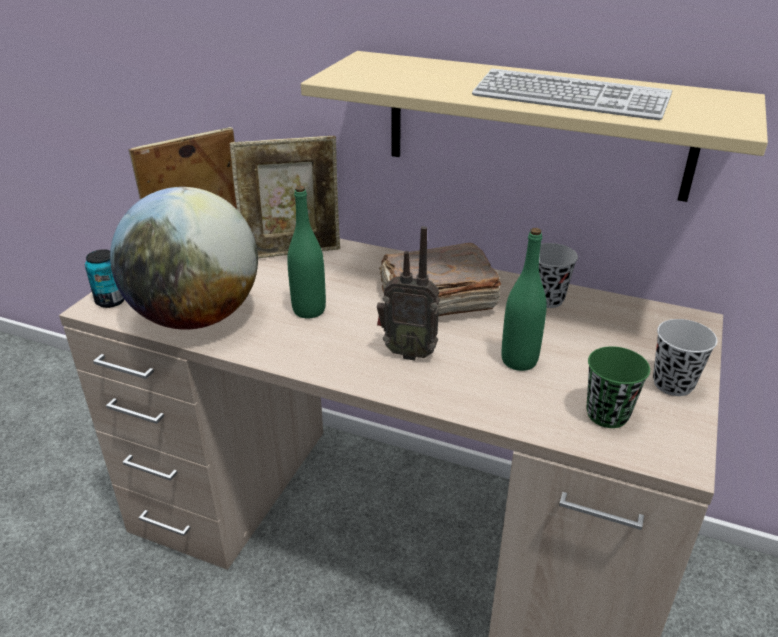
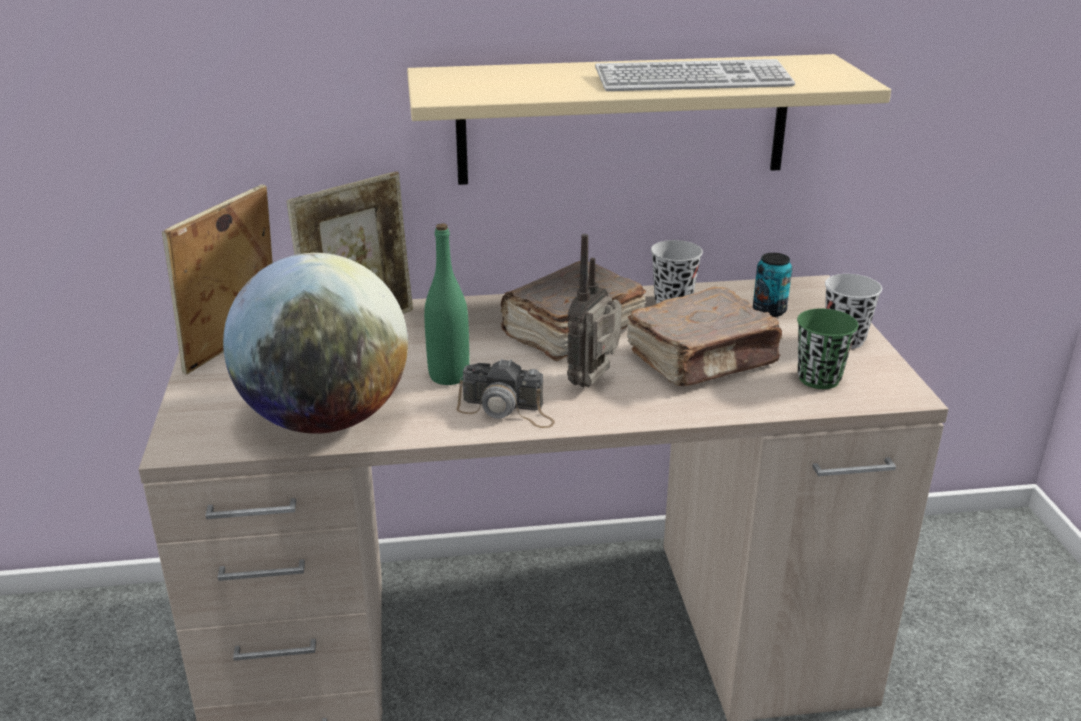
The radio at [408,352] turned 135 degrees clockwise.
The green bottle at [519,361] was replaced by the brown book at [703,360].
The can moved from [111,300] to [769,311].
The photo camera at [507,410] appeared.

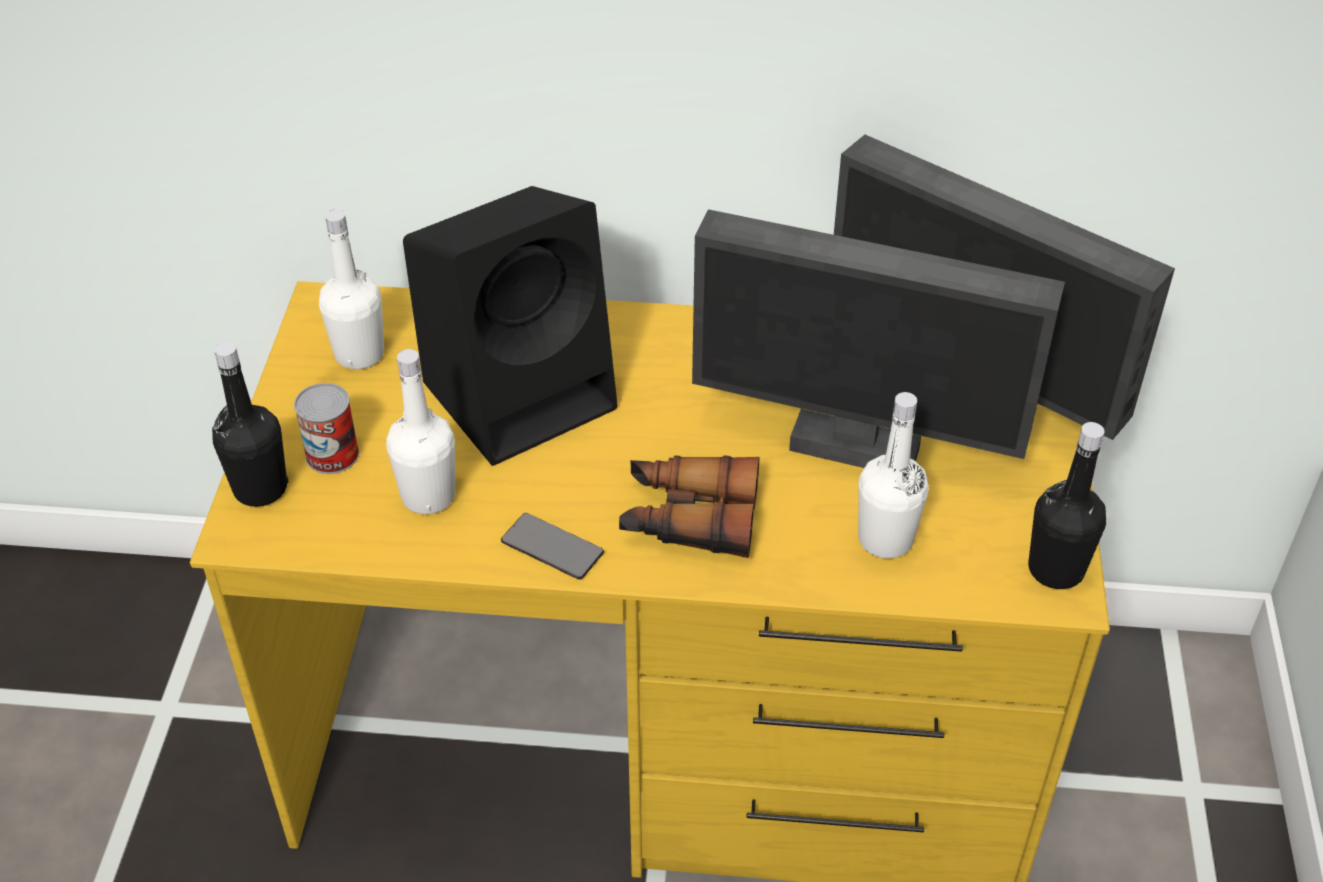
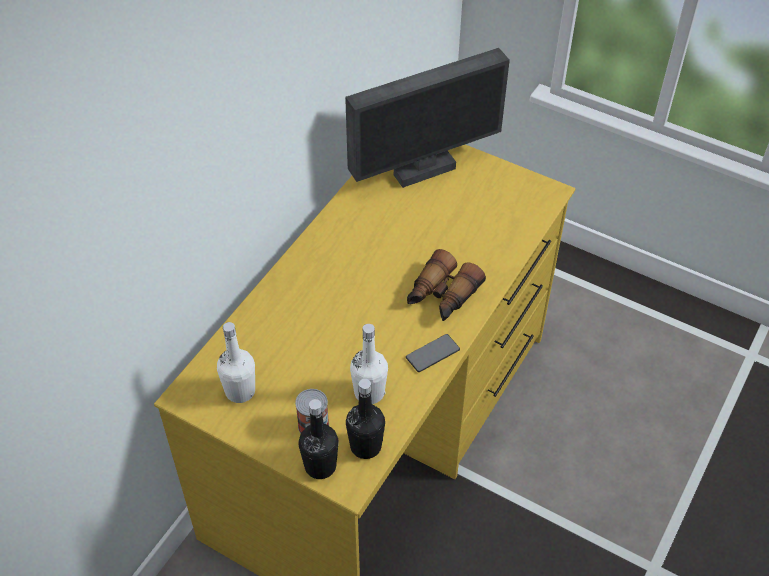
The black speaker at [523,392] disappeared.
The monitor at [855,447] disappeared.
The white bottle at [885,539] disappeared.
The black bottle moved from [1056,569] to [365,446].

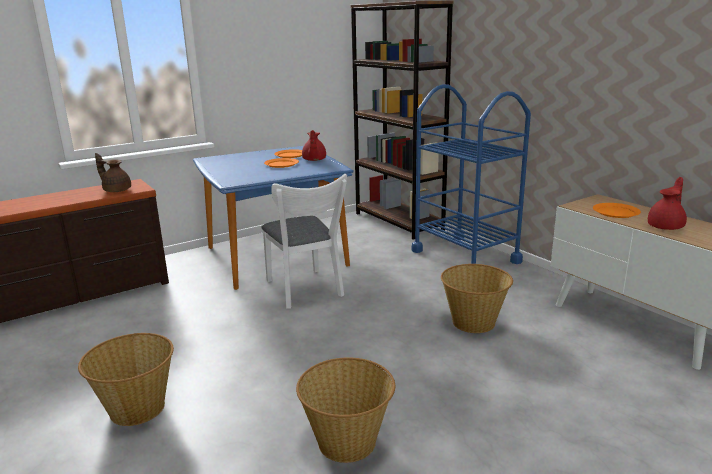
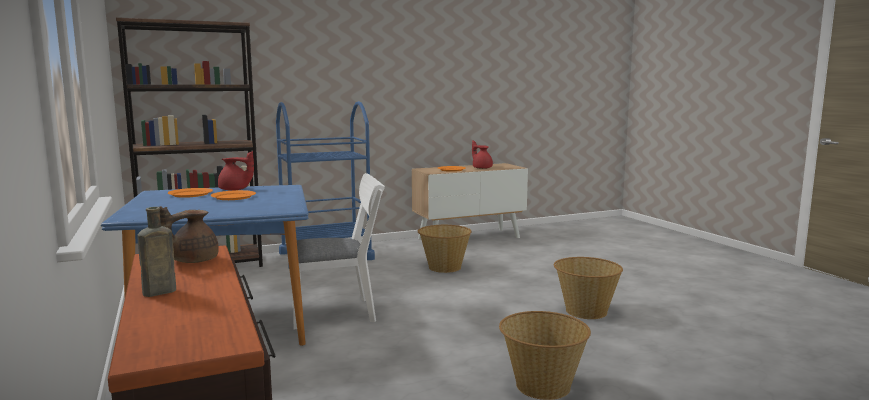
The brown bottle at [157,292] appeared.

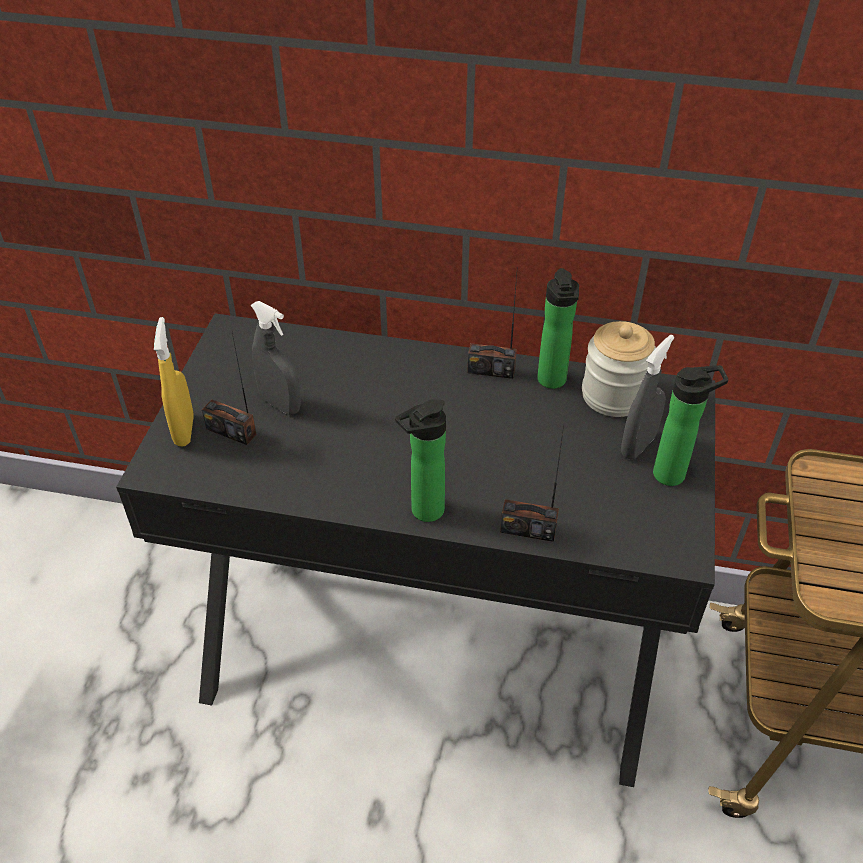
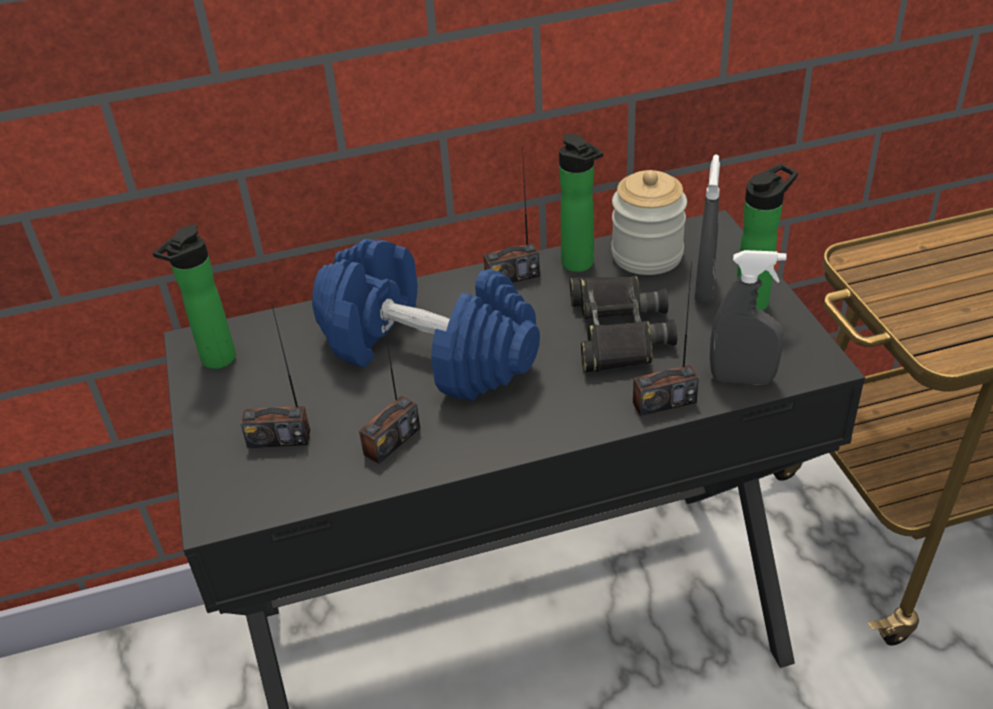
The grey spray bottle moved from [280,404] to [742,379].
The yellow spray bottle at [184,430] disappeared.
The bottle moved from [423,512] to [215,362].
The blue dumbbell at [429,352] appeared.
The black binoculars at [617,332] appeared.
The radio at [391,441] appeared.

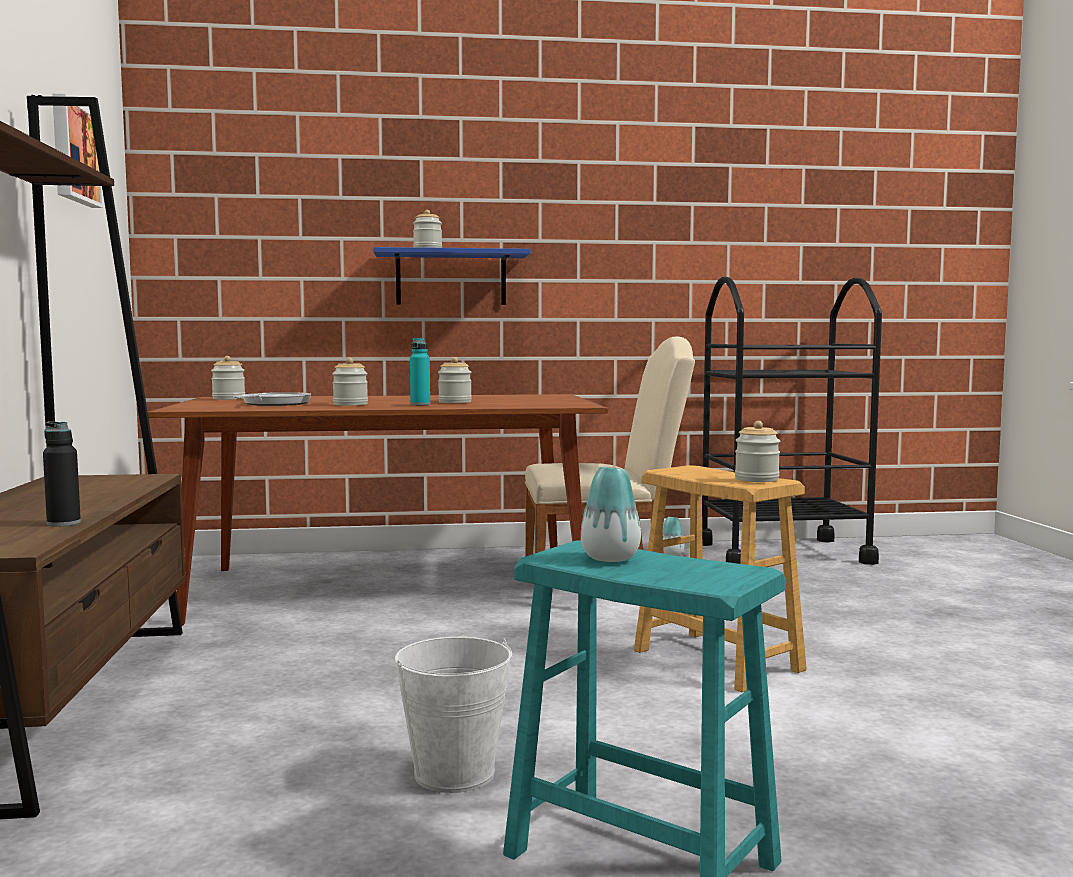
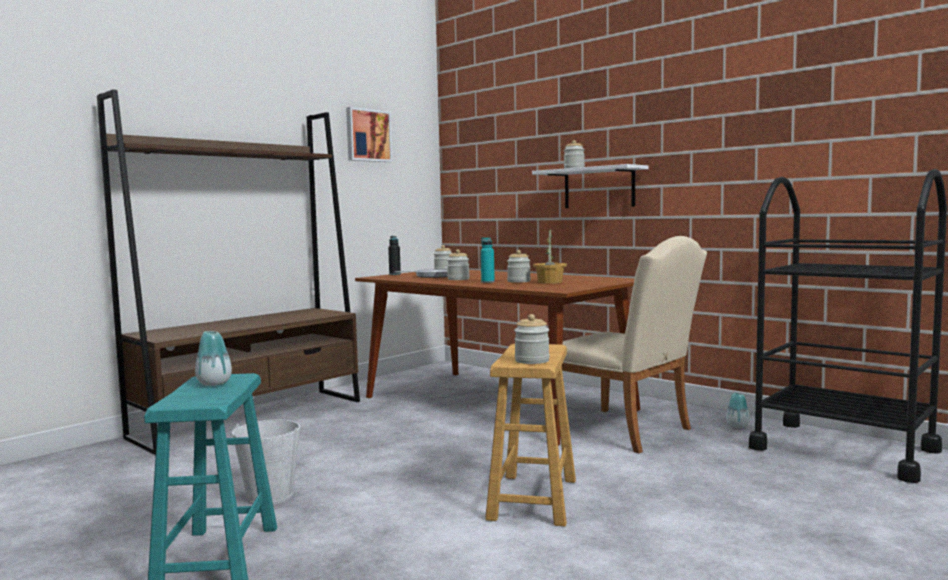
The blue shelf at [451,278] became the white shelf at [599,188].
The black bottle moved from [64,523] to [395,274].
The potted plant at [549,282] appeared.

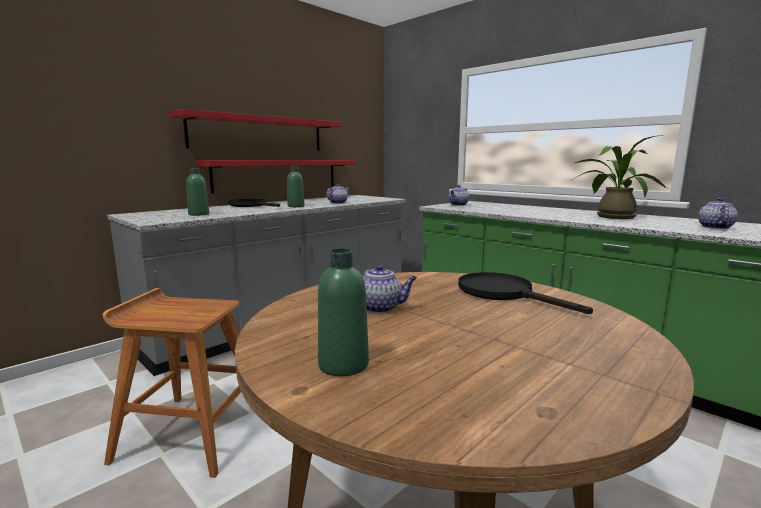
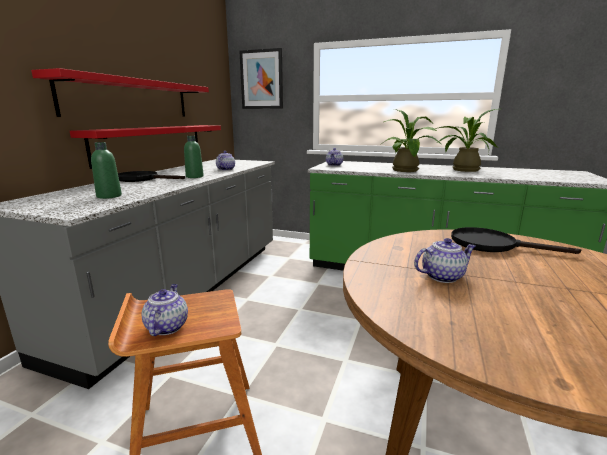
The teapot moved from [714,227] to [167,326].
The green bottle at [343,365] disappeared.
The picture at [261,79] appeared.
The potted plant at [406,171] appeared.

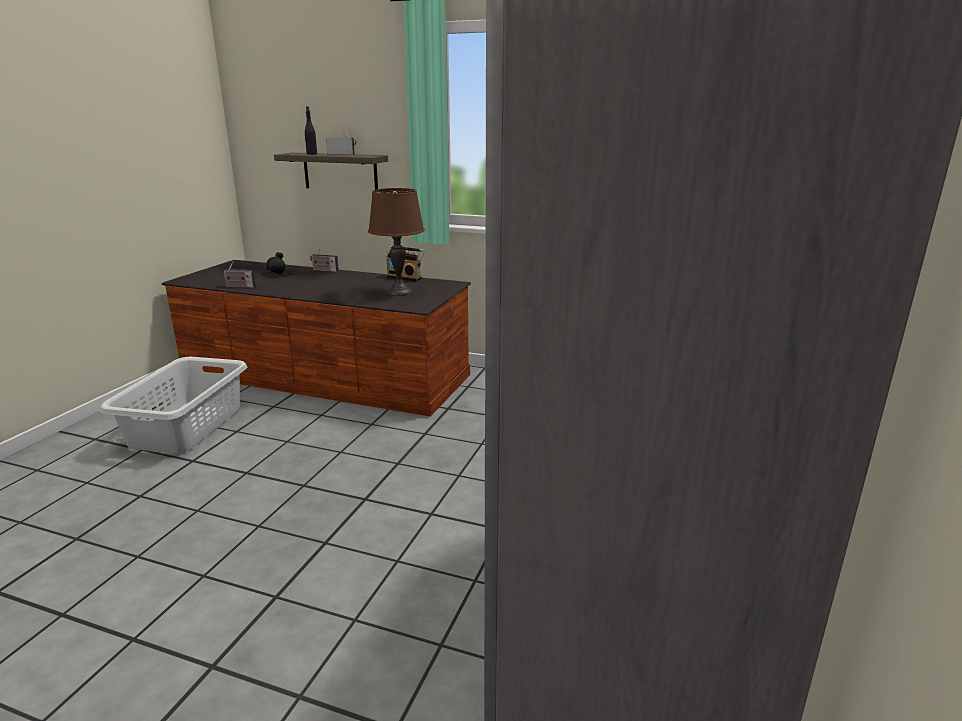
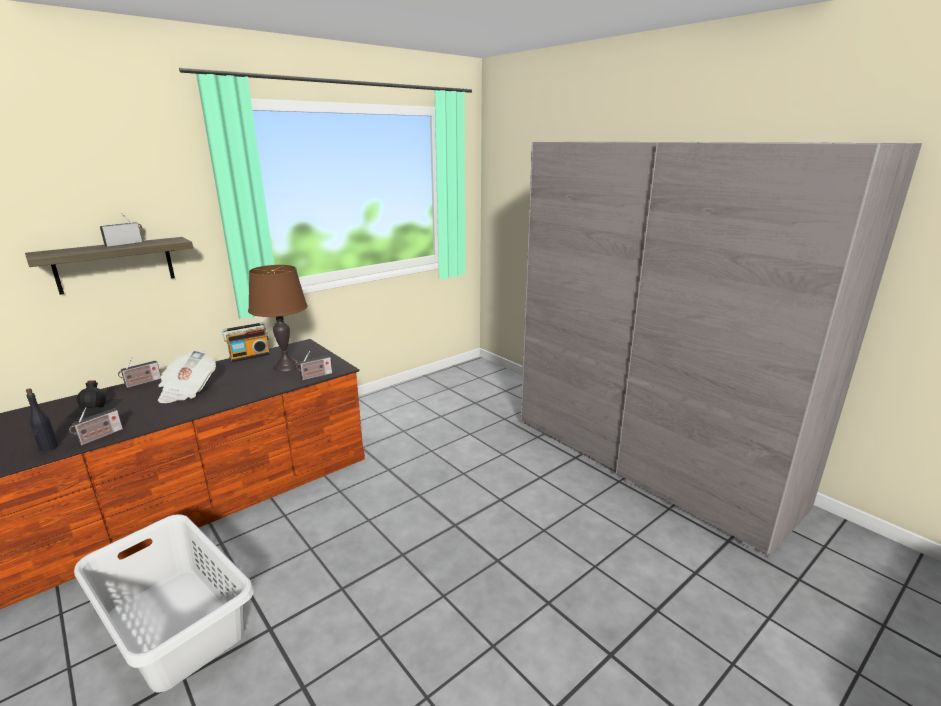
The black bottle moved from [311,154] to [48,448].
The newspaper at [187,391] appeared.
The radio at [315,376] appeared.

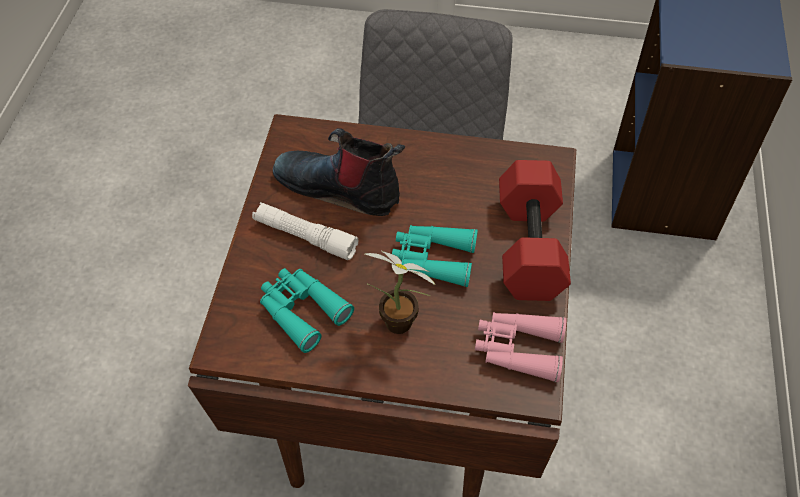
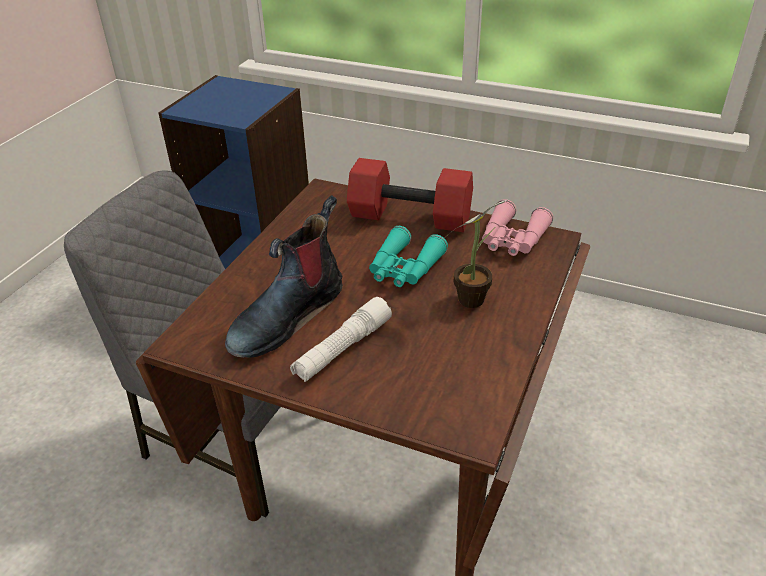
The turquoise binoculars at [301,311] disappeared.

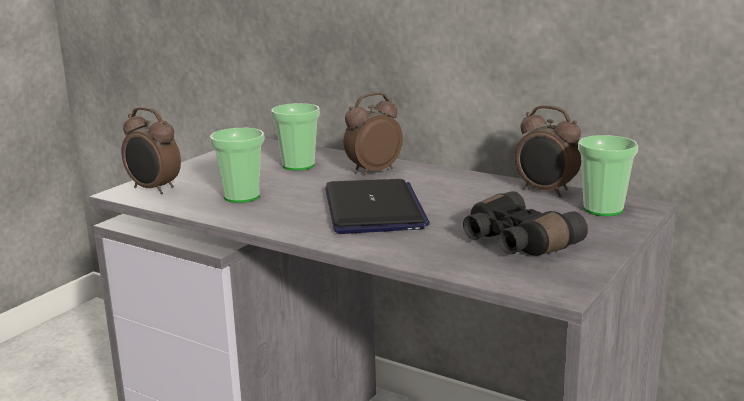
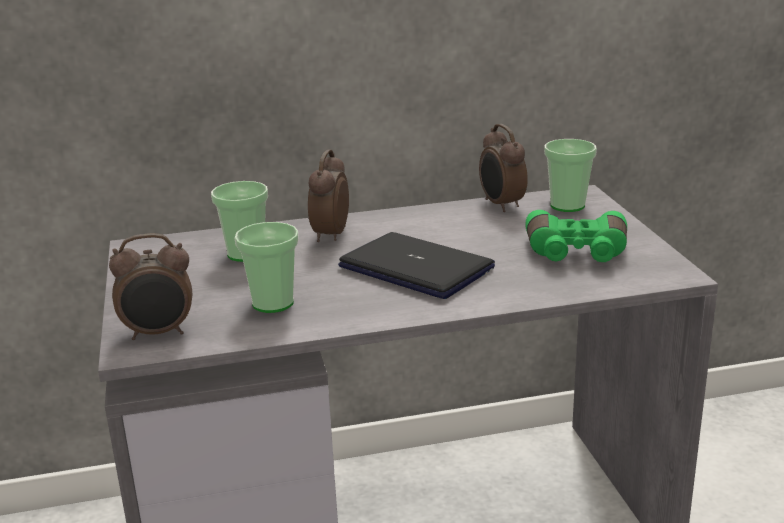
The alarm clock at [545,191] turned 75 degrees clockwise.
The black binoculars at [515,243] became the green binoculars at [576,253].

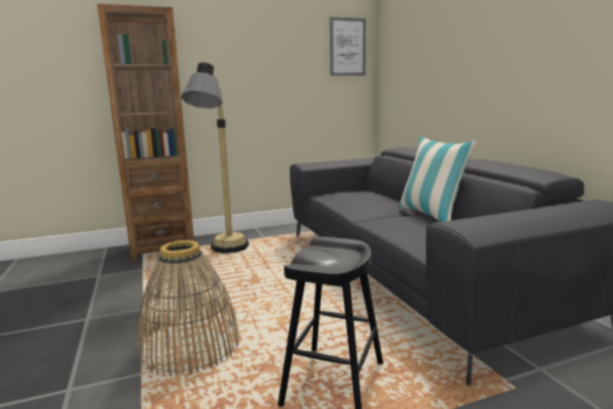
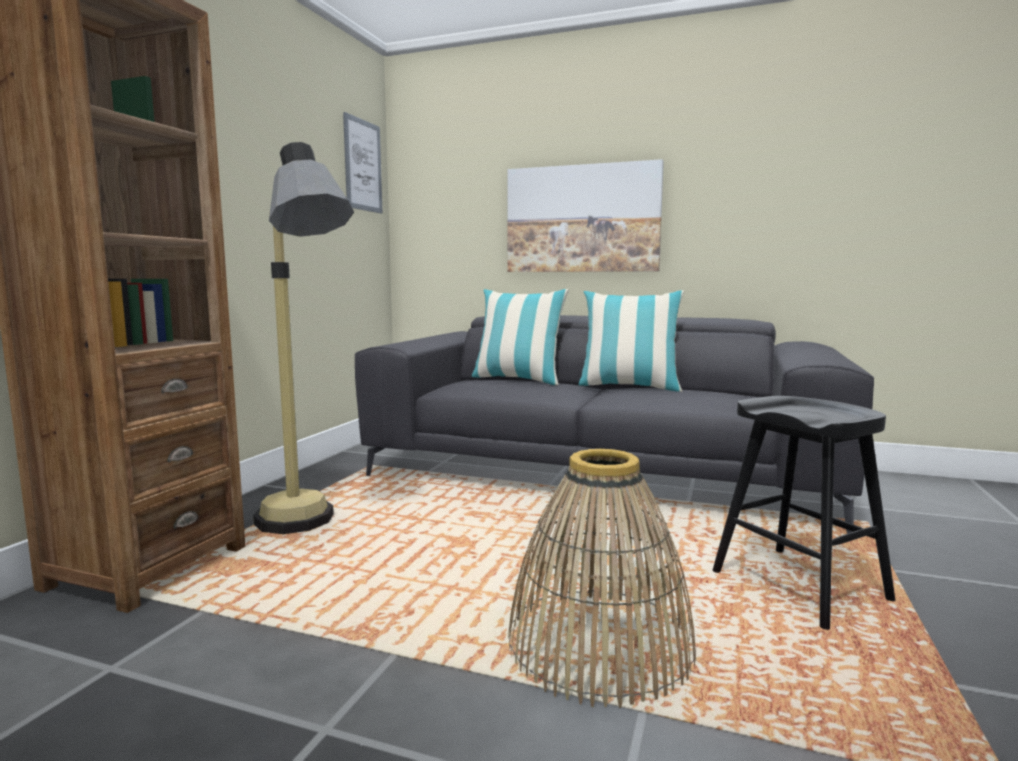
The picture at [582,219] appeared.
The pillow at [518,380] appeared.

